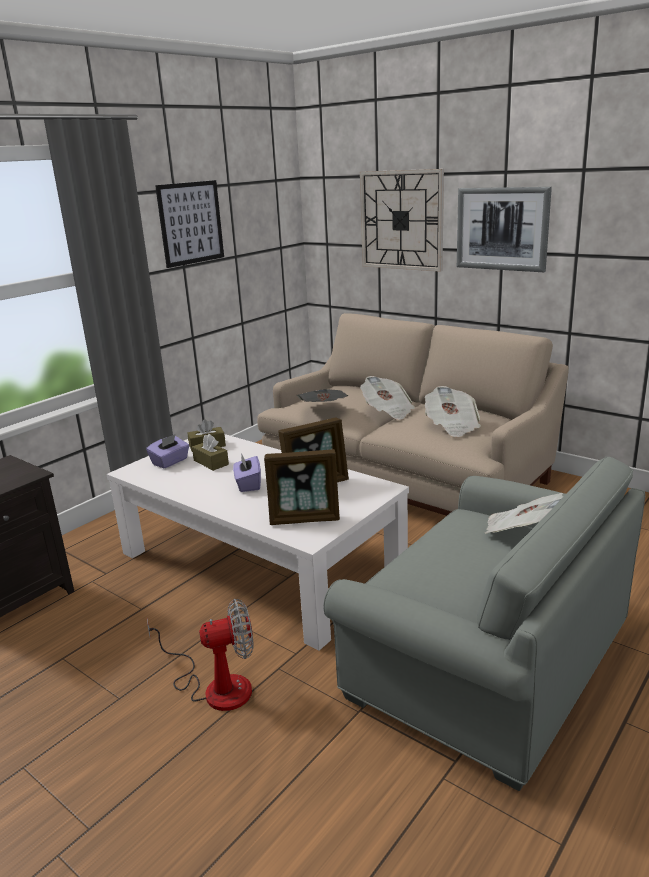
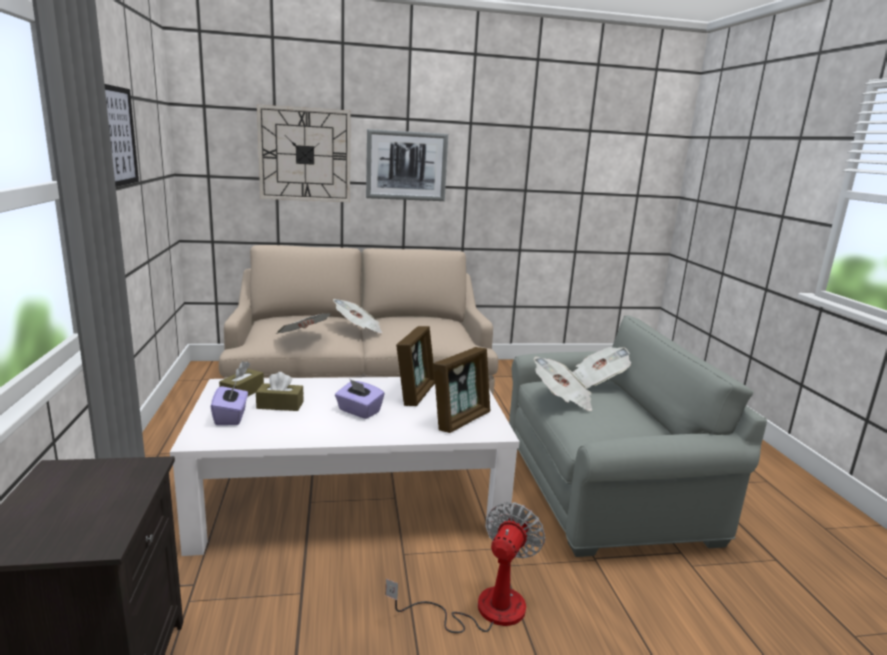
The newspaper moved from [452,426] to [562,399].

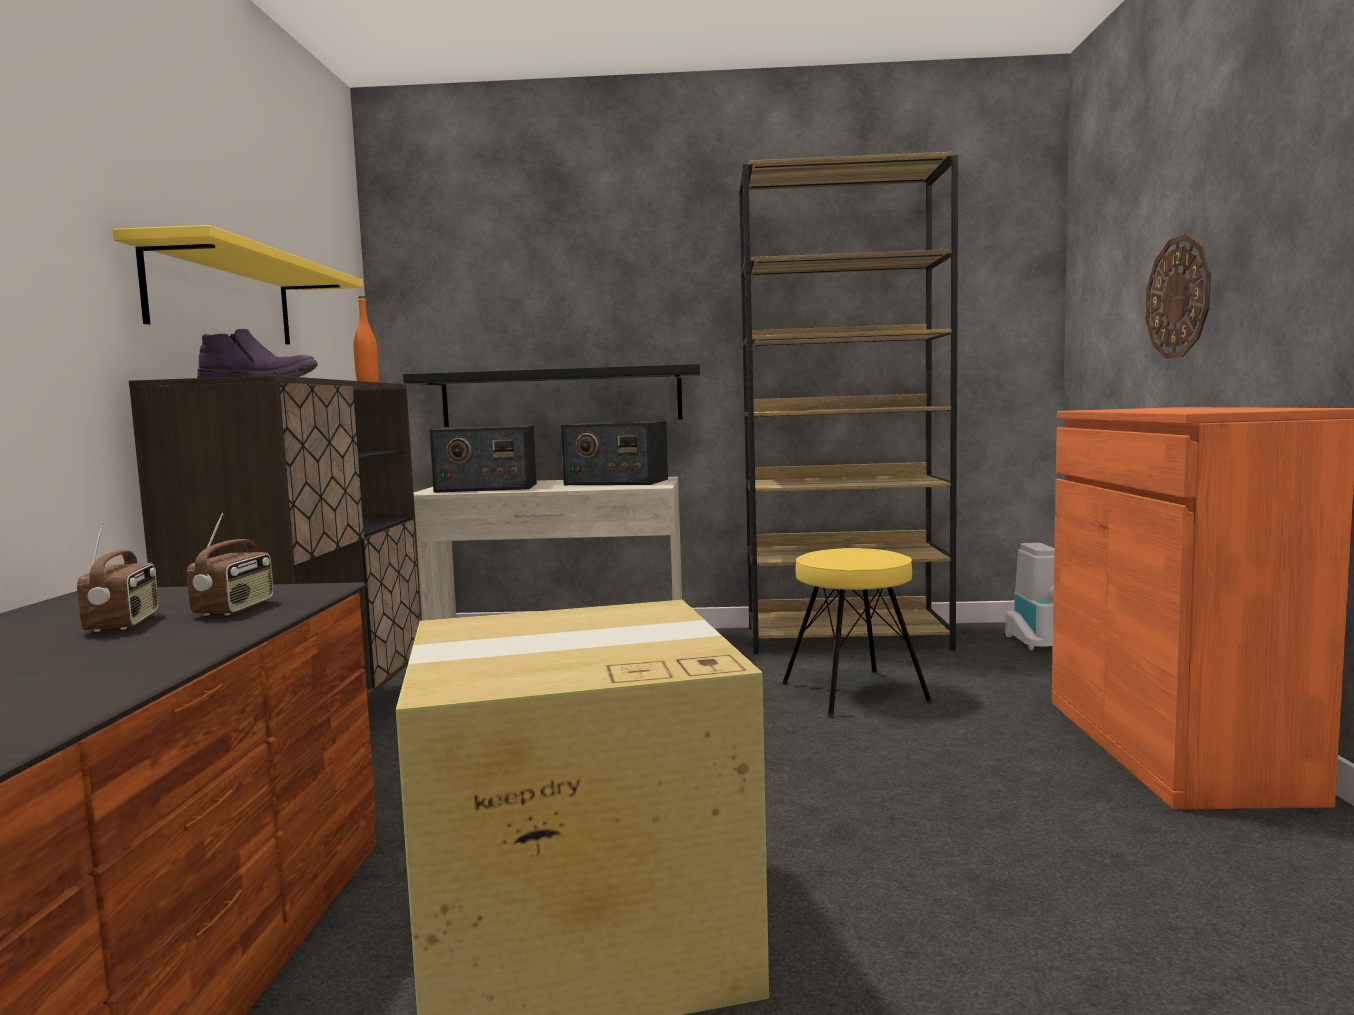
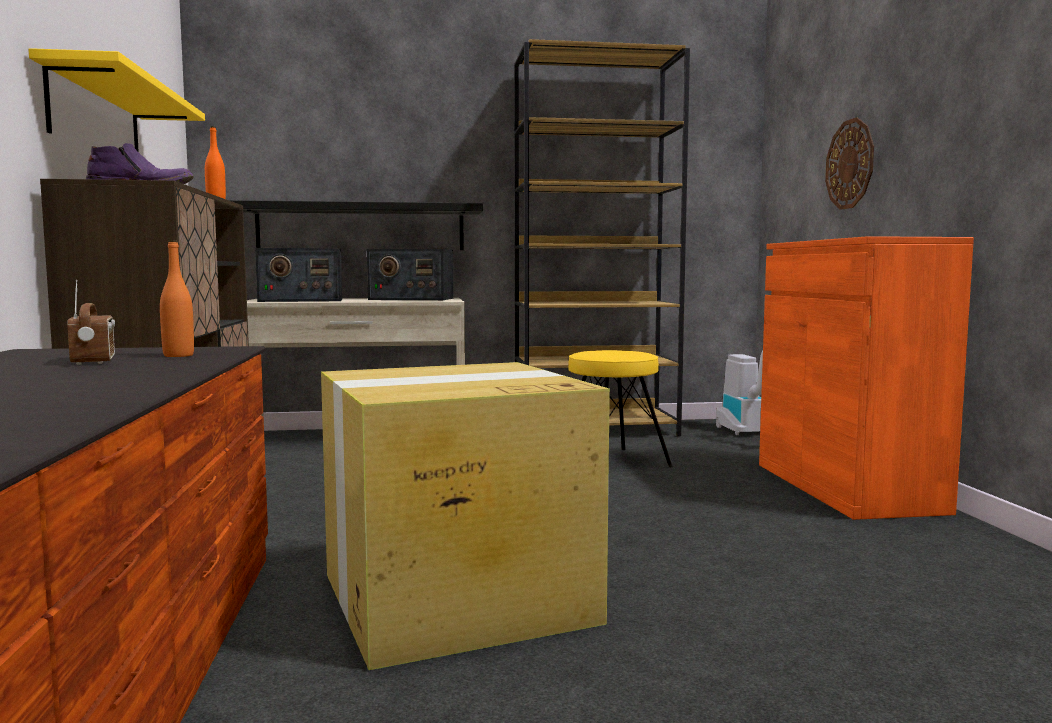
The radio at [235,608] was replaced by the orange bottle at [178,355].

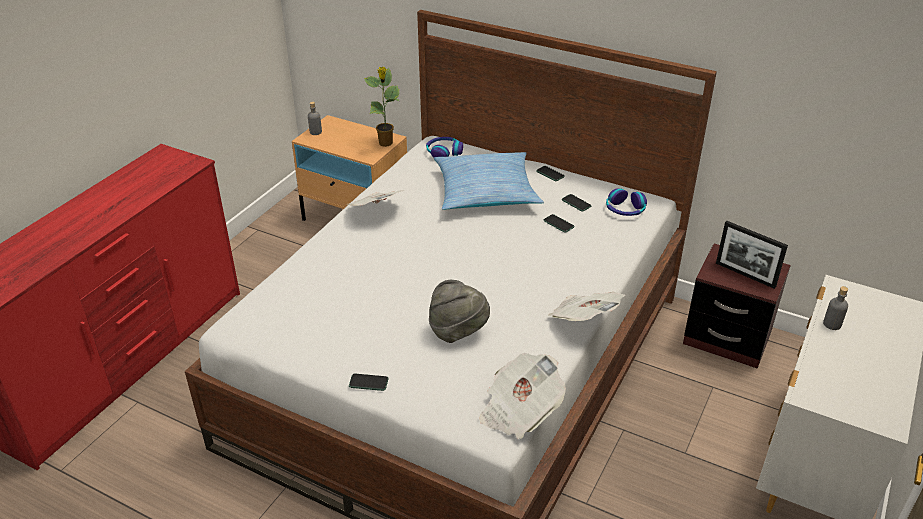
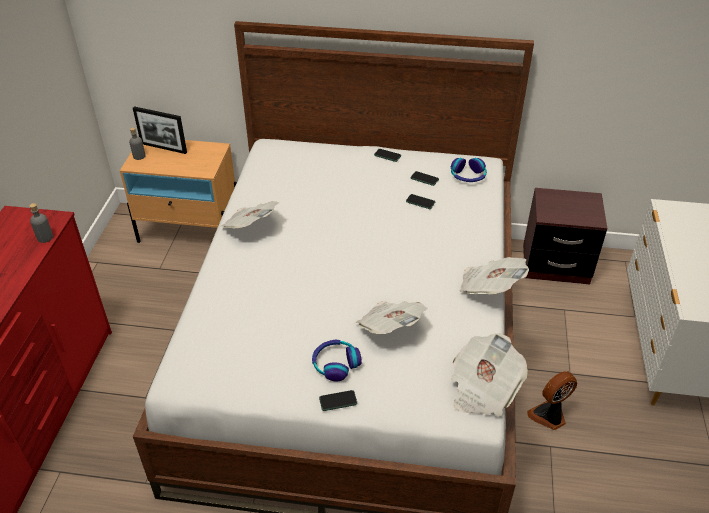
The potted plant at [386,143] disappeared.
The headphones moved from [444,152] to [335,364].
The pillow at [485,191] disappeared.
The picture frame moved from [745,275] to [163,148].
The grey hat at [458,331] was replaced by the newspaper at [390,327].
The grey bottle moved from [832,324] to [45,237].
The fan at [549,416] appeared.

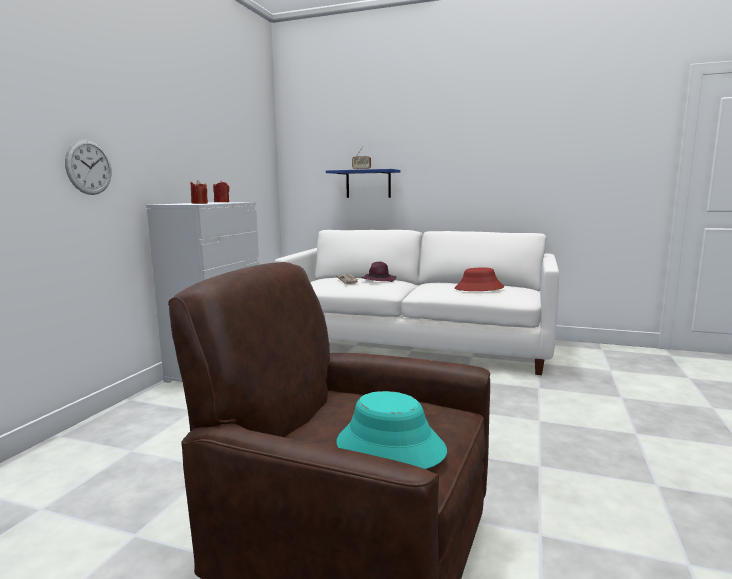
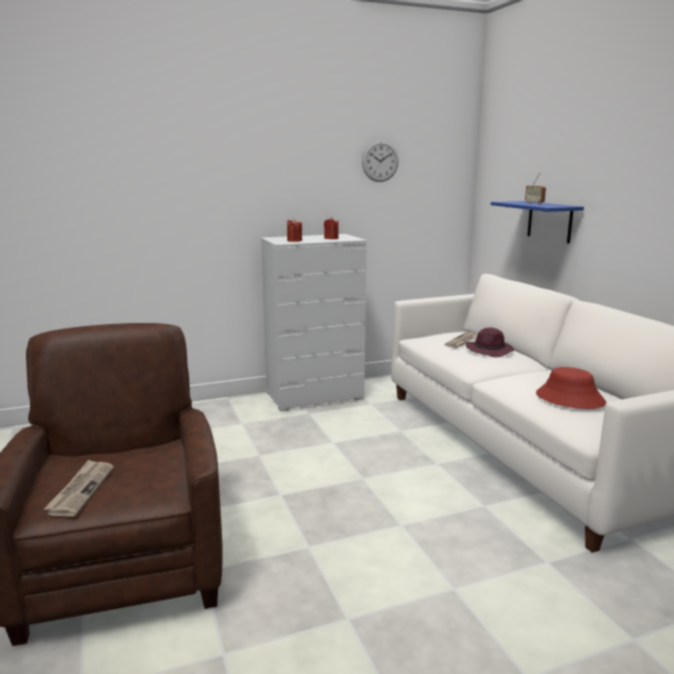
The wall clock moved from [89,167] to [380,161].
The turquoise hat at [389,447] was replaced by the newspaper at [81,490].

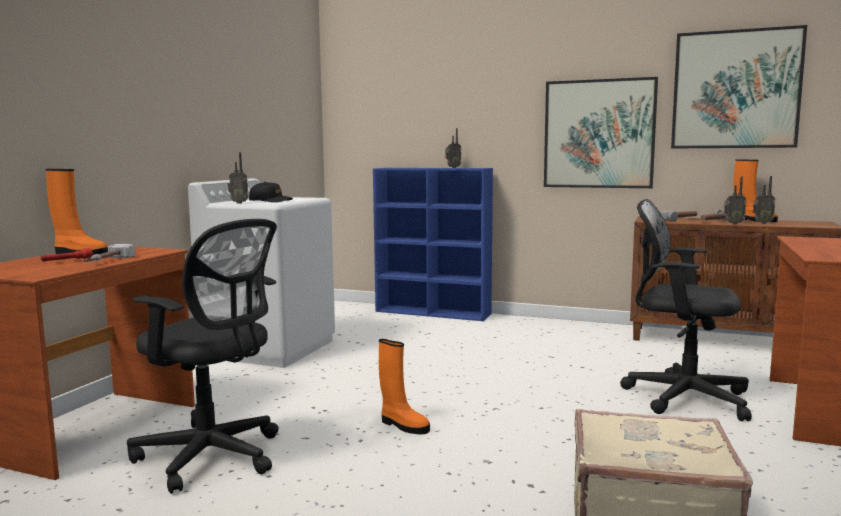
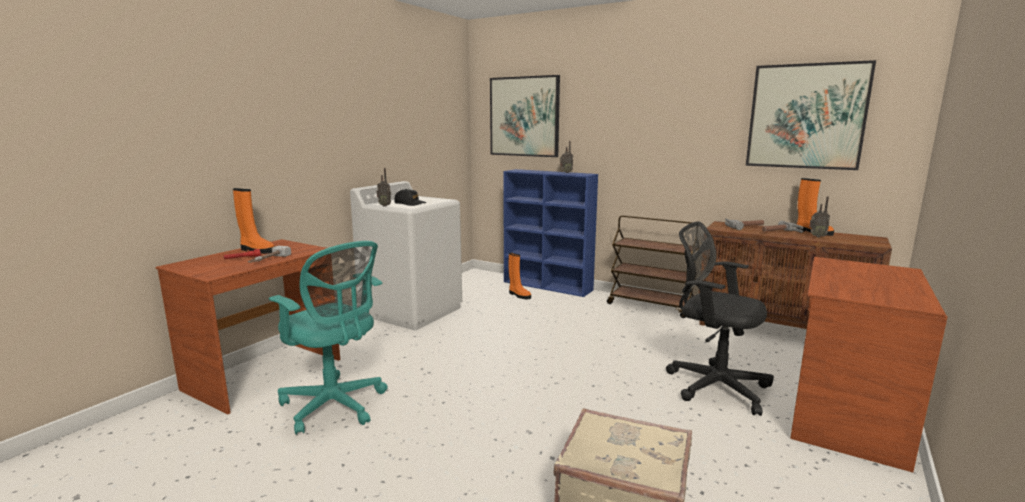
The picture moved from [599,134] to [524,116].
The radio at [732,224] disappeared.
The black office chair at [213,457] became the turquoise office chair at [335,406].
The orange boot moved from [403,425] to [519,295].
The brown cart at [651,306] appeared.

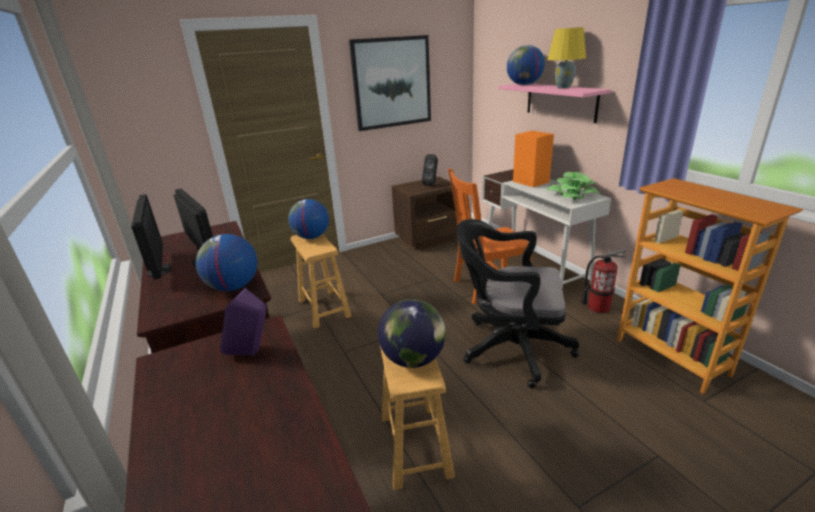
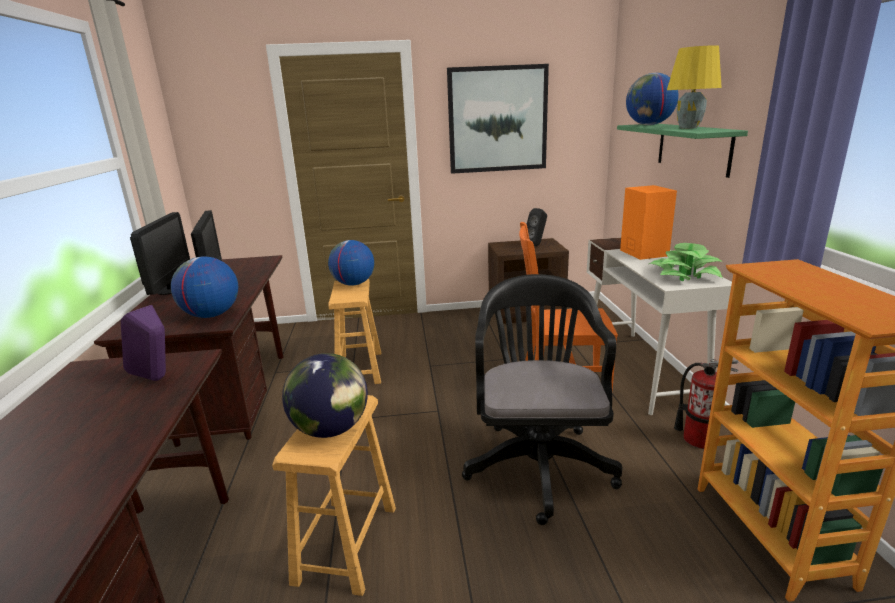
The pink shelf at [560,101] became the green shelf at [693,148].
The black office chair at [510,348] turned 60 degrees clockwise.

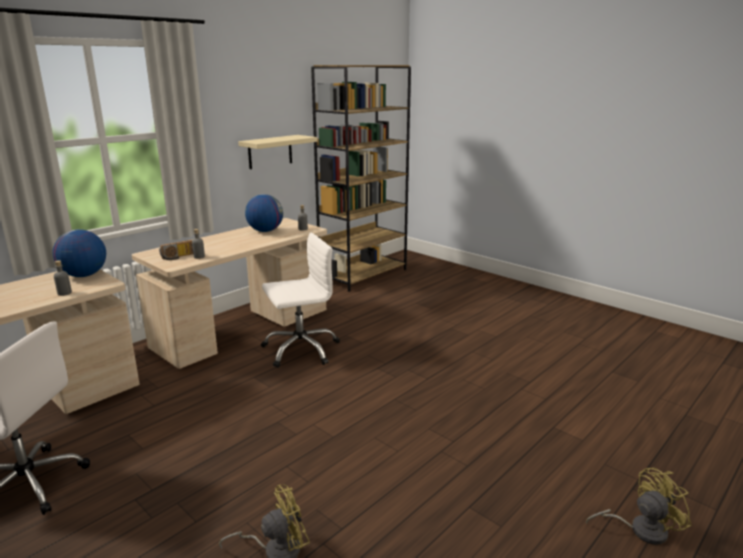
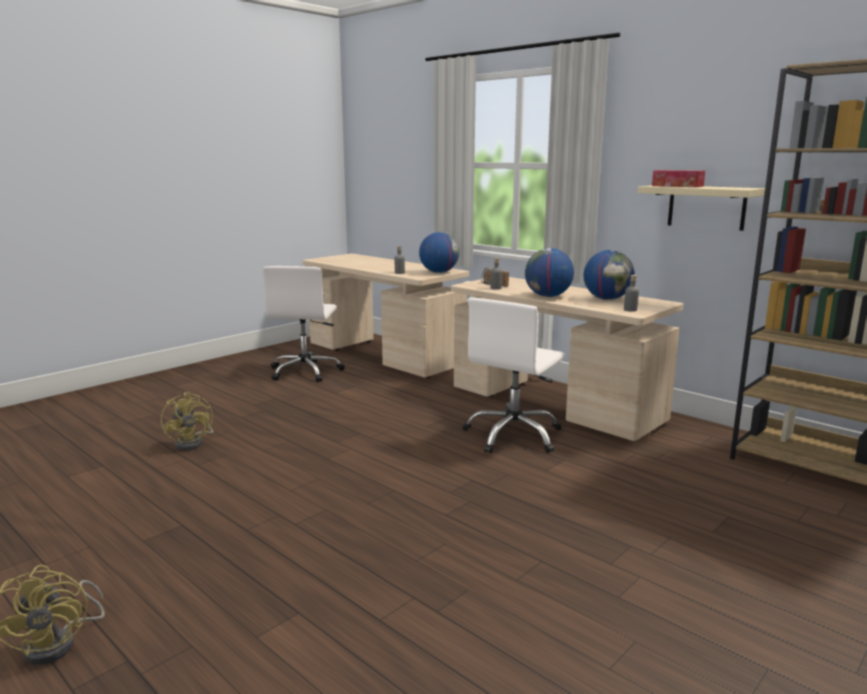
The white office chair at [301,349] turned 60 degrees clockwise.
The tissue box at [677,186] appeared.
The globe at [548,296] appeared.

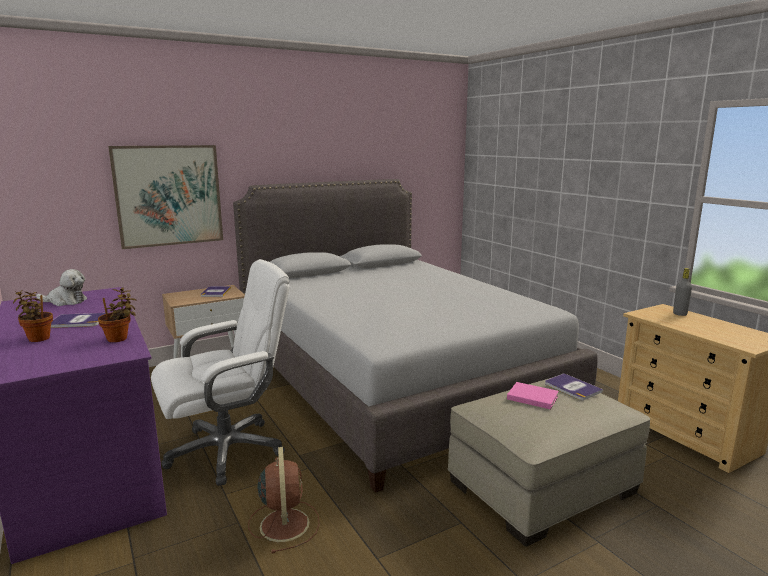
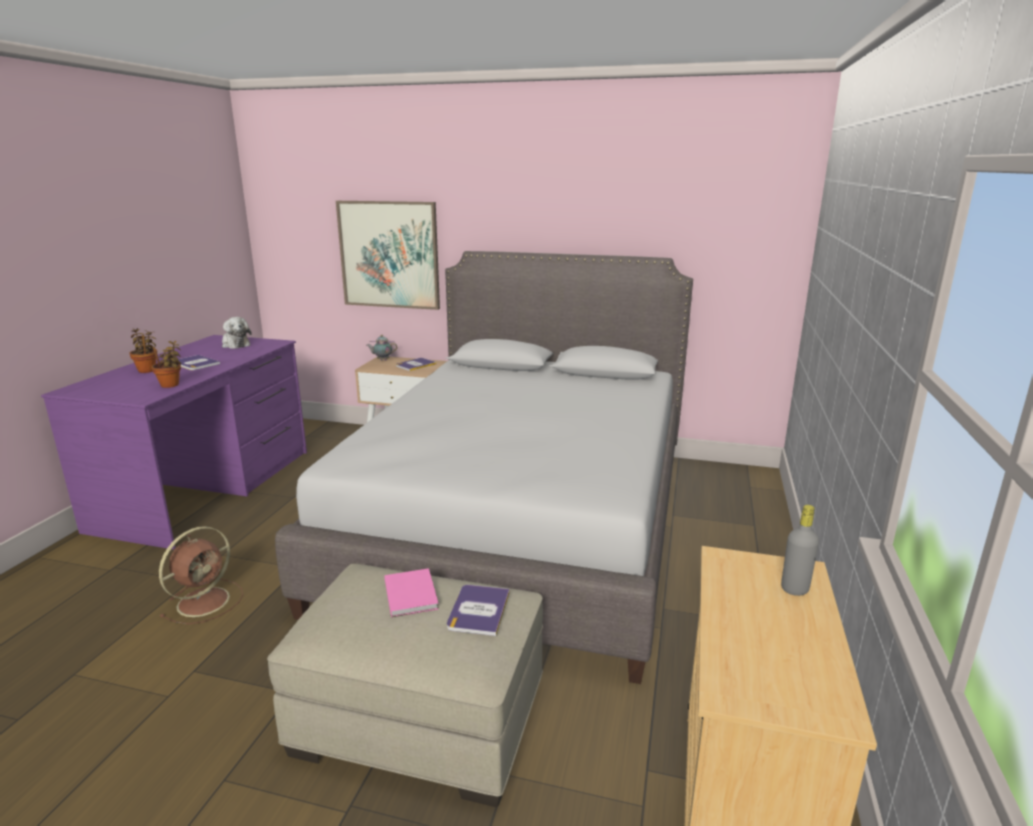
The white office chair at [227,450] disappeared.
The teapot at [382,360] appeared.

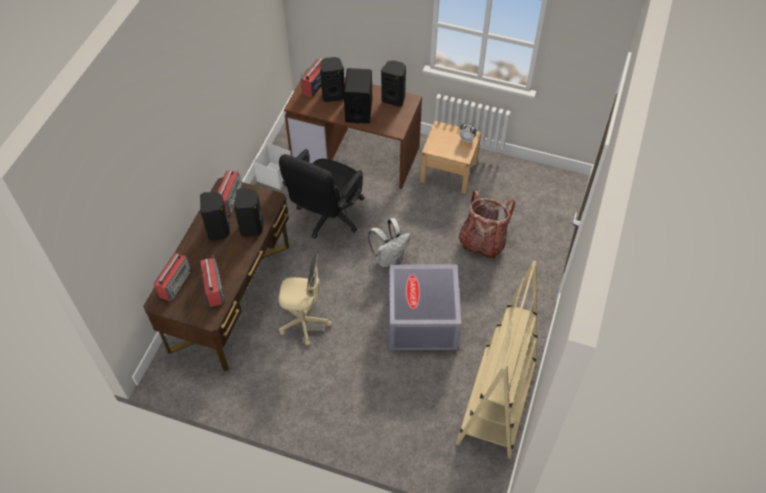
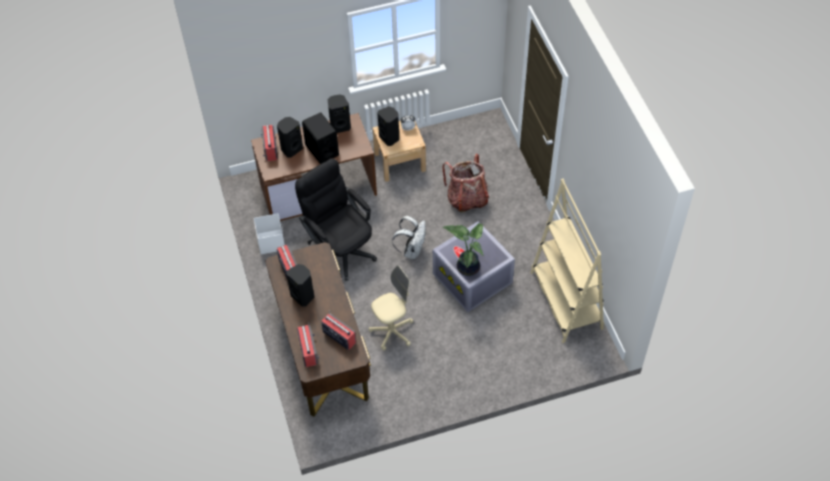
The black office chair at [327,217] turned 150 degrees clockwise.
The black speaker moved from [252,227] to [390,138].
The potted plant at [467,266] appeared.

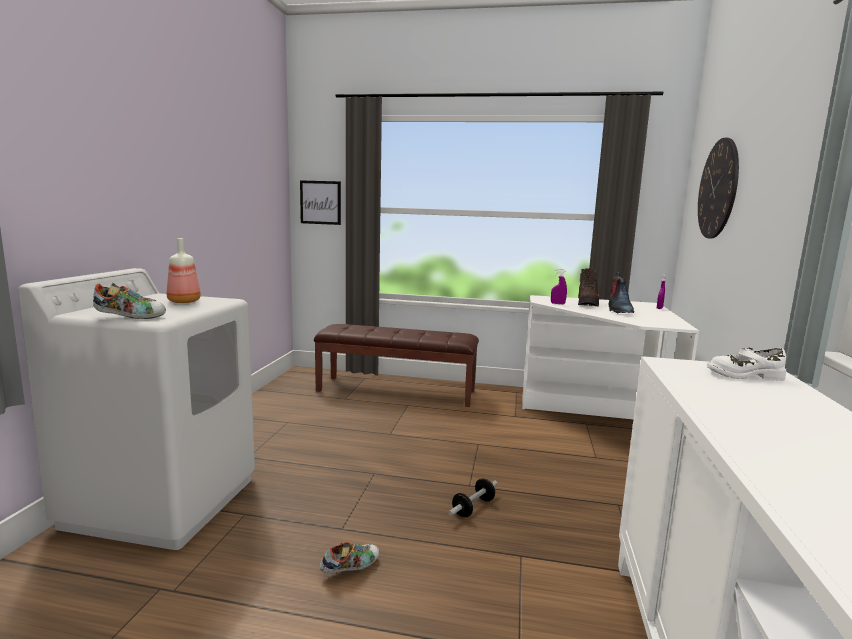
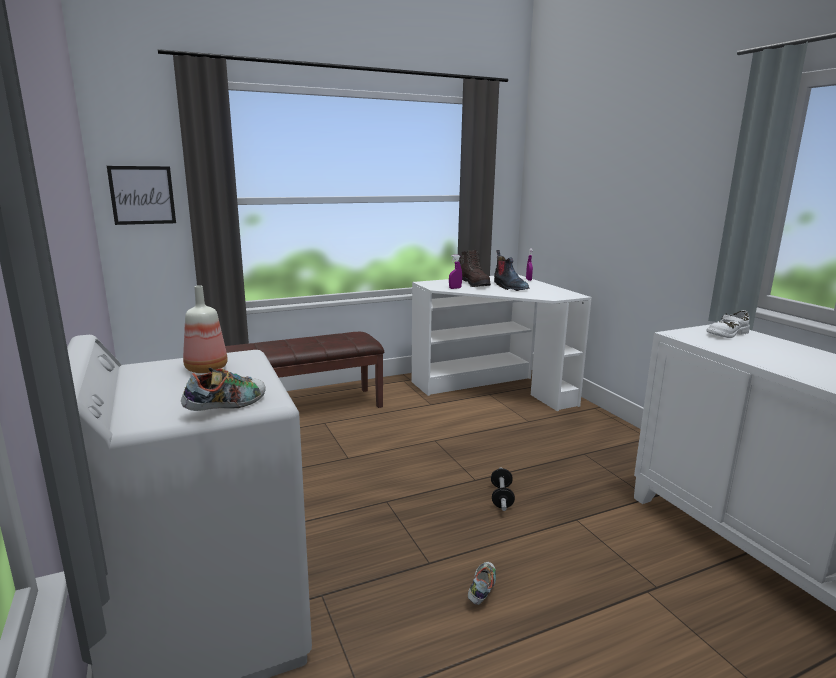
The wall clock at [718,189] disappeared.

